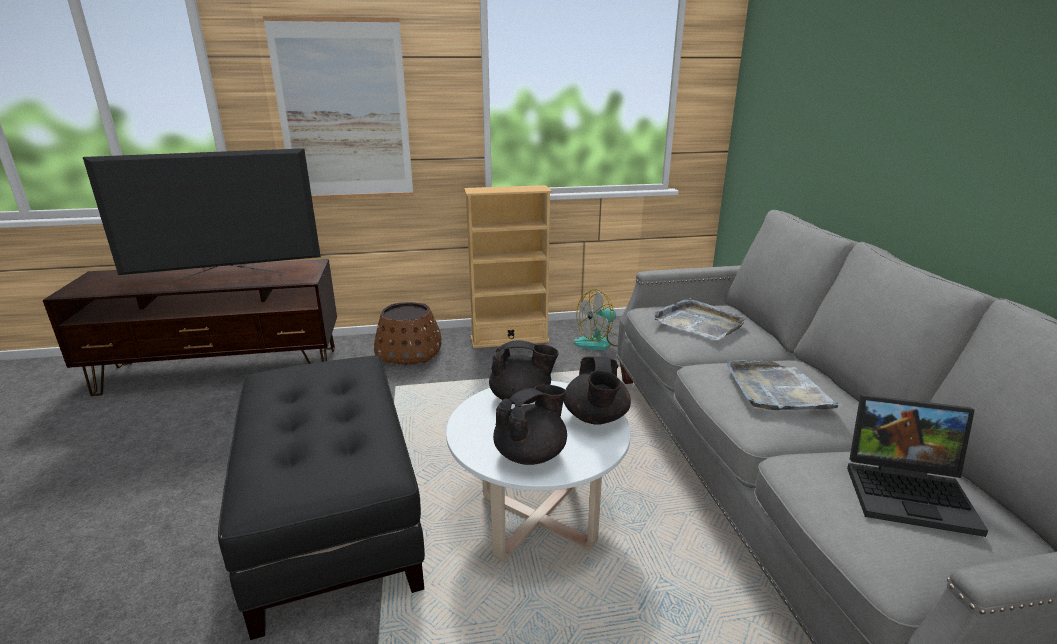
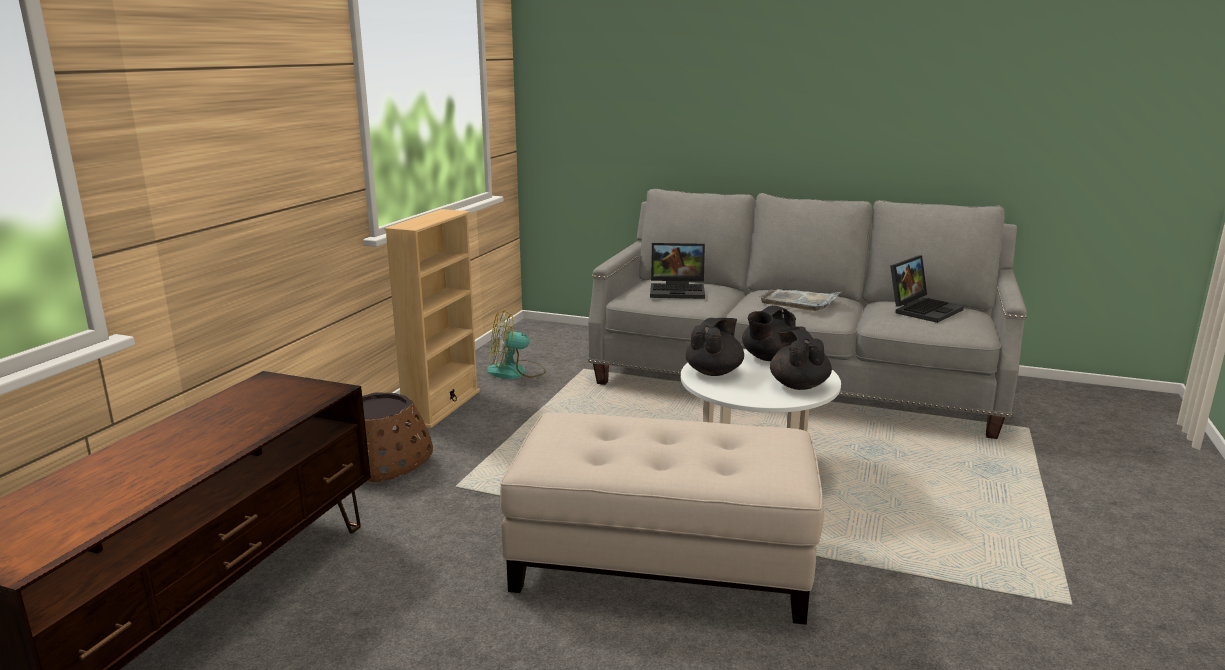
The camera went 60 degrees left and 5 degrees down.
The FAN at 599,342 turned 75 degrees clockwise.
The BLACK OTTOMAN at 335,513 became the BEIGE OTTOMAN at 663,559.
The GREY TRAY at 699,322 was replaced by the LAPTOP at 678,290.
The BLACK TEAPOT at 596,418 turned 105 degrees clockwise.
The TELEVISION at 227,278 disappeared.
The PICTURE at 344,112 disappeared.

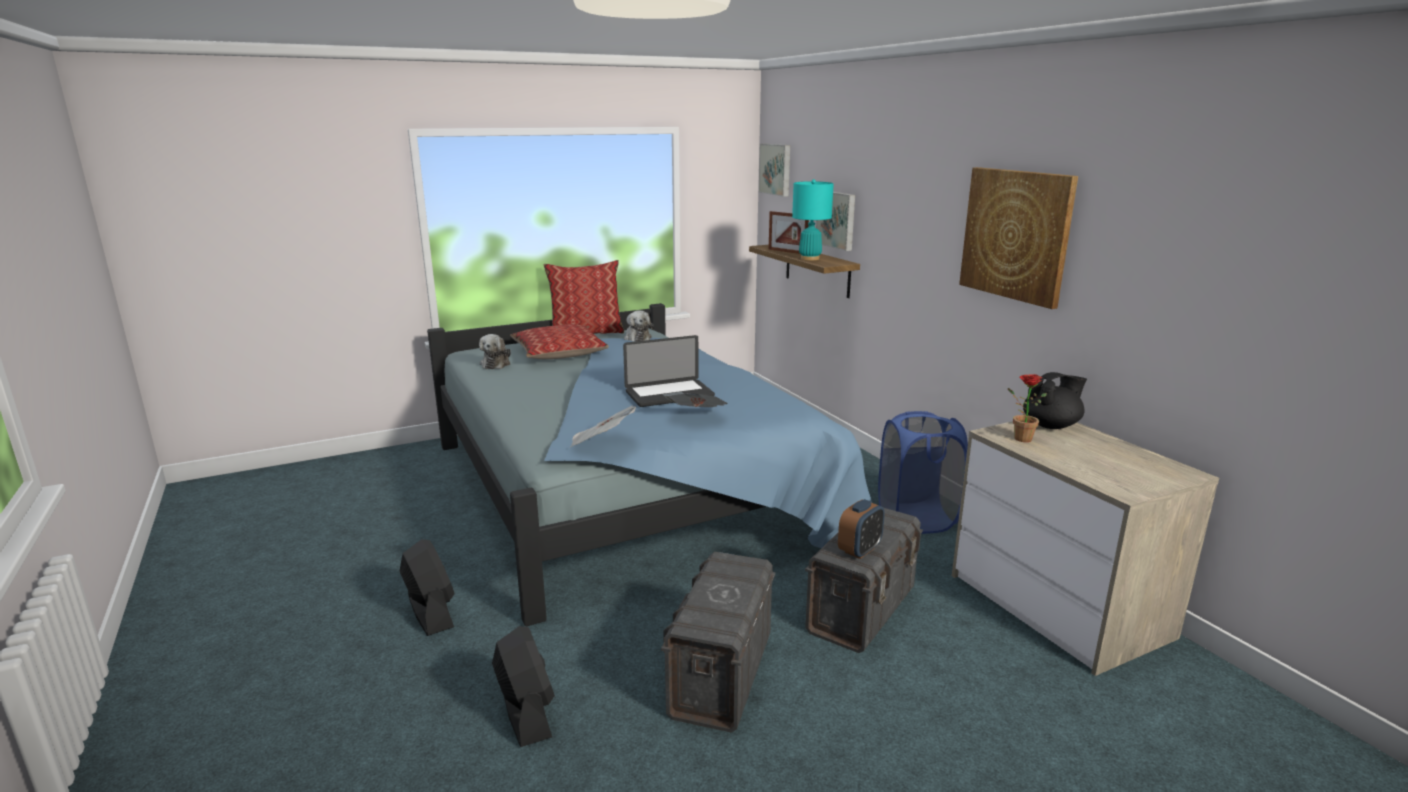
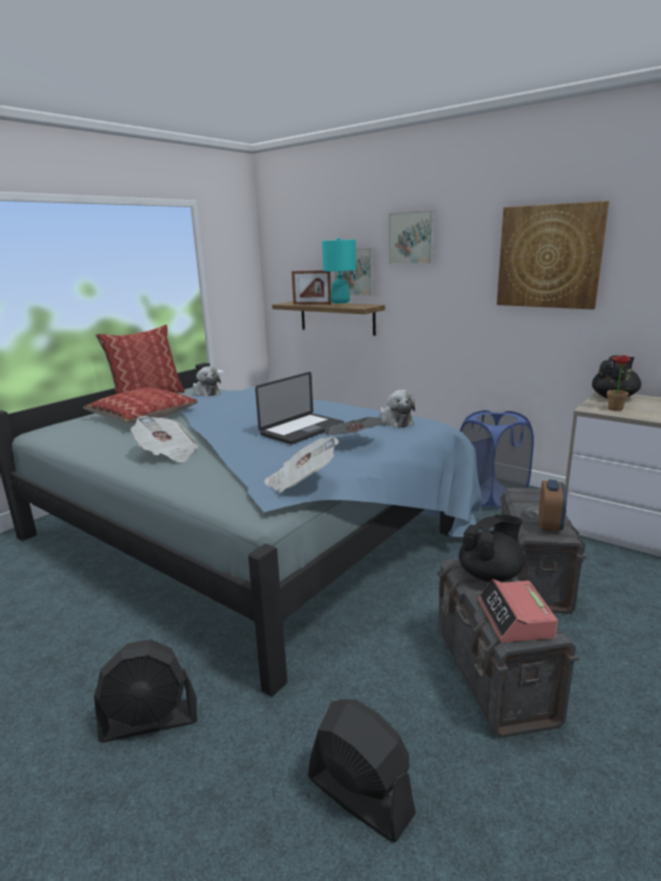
The camera went 25 degrees left and 0 degrees up.
The BLACK FAN at 431,612 turned 135 degrees clockwise.
The NEWSPAPER at 167,454 appeared.
The PLUSH TOY moved from 496,364 to 395,422.
The PICTURE moved from 776,169 to 412,238.
The BLACK TEAPOT at 491,574 appeared.
The ALARM CLOCK at 515,619 appeared.

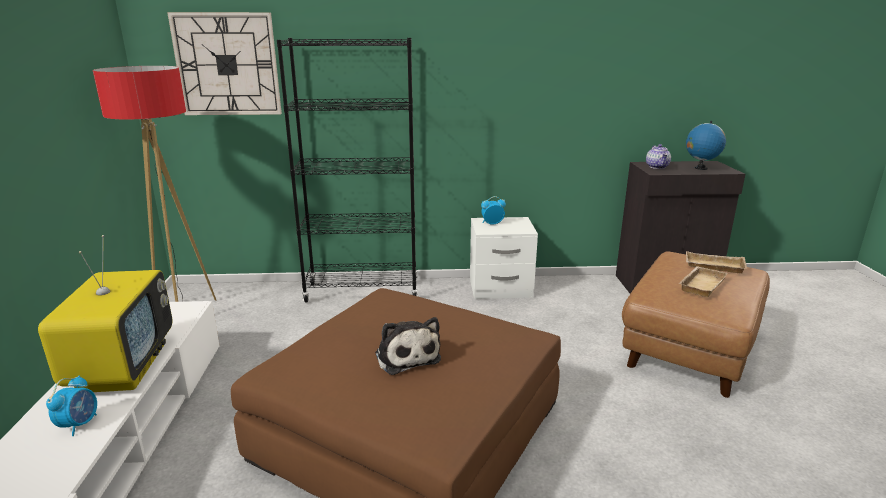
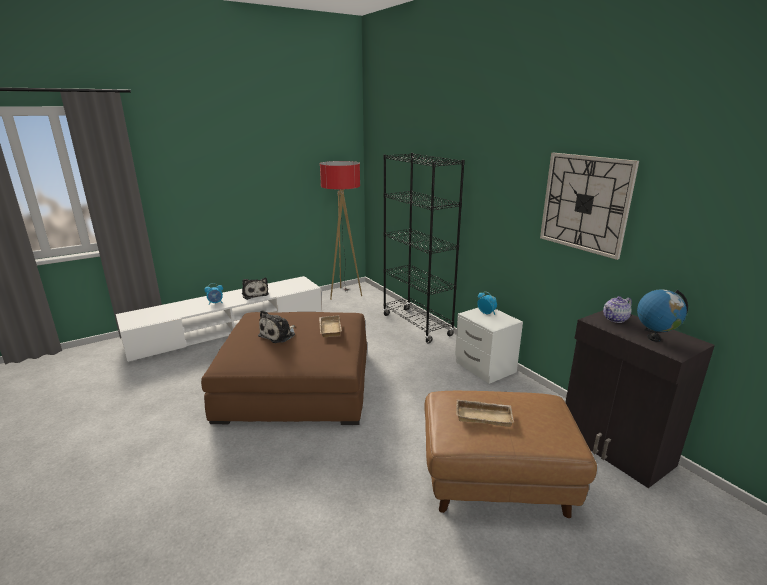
The camera went 60 degrees right and 0 degrees up.
The TELEVISION at 123,367 was replaced by the PLUSH TOY at 255,294.
The BEIGE TRAY moved from 713,266 to 329,328.
The WALL CLOCK moved from 227,64 to 585,203.

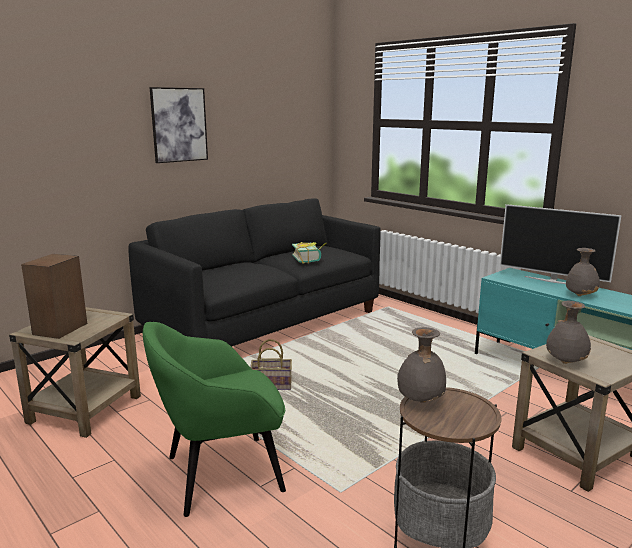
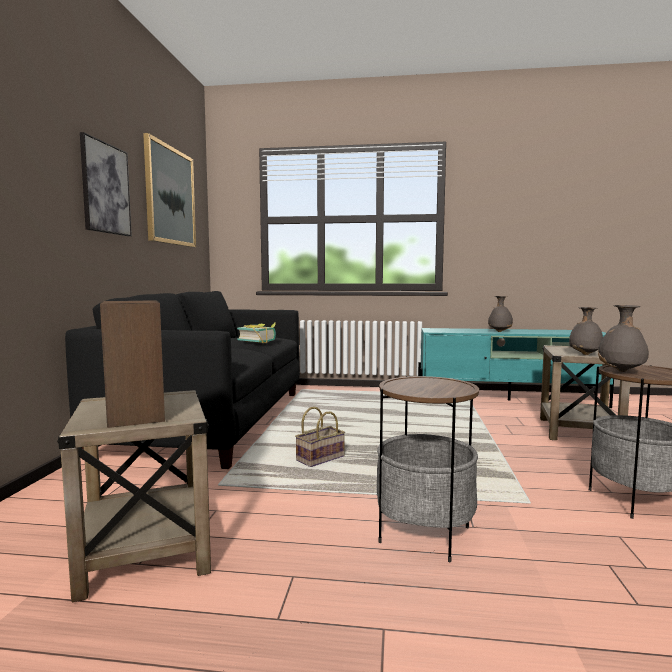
The camera went 40 degrees left and 10 degrees down.
The PICTURE at 170,196 appeared.
The GREEN ARMCHAIR at 220,474 was replaced by the SIDE TABLE at 424,534.
The TELEVISION at 552,281 disappeared.

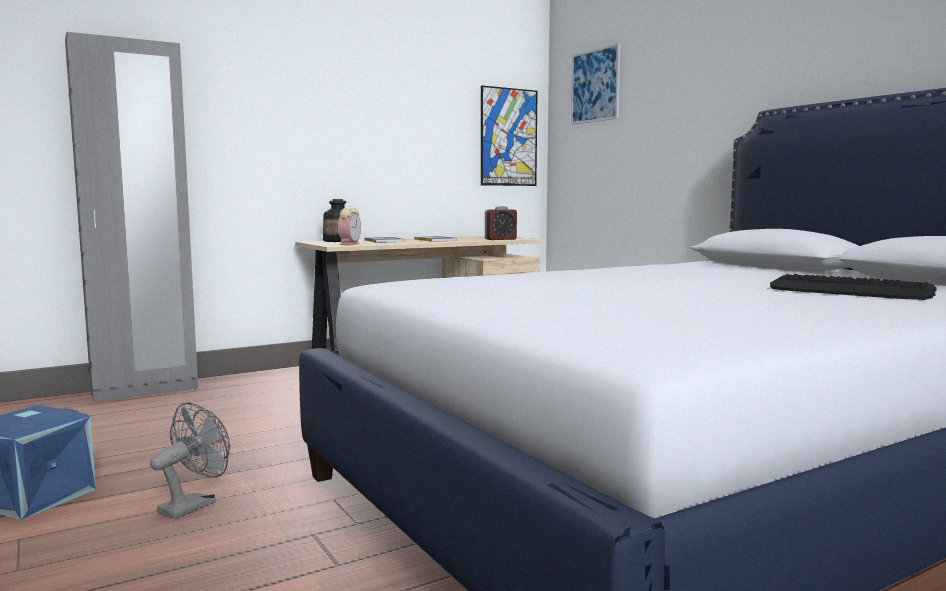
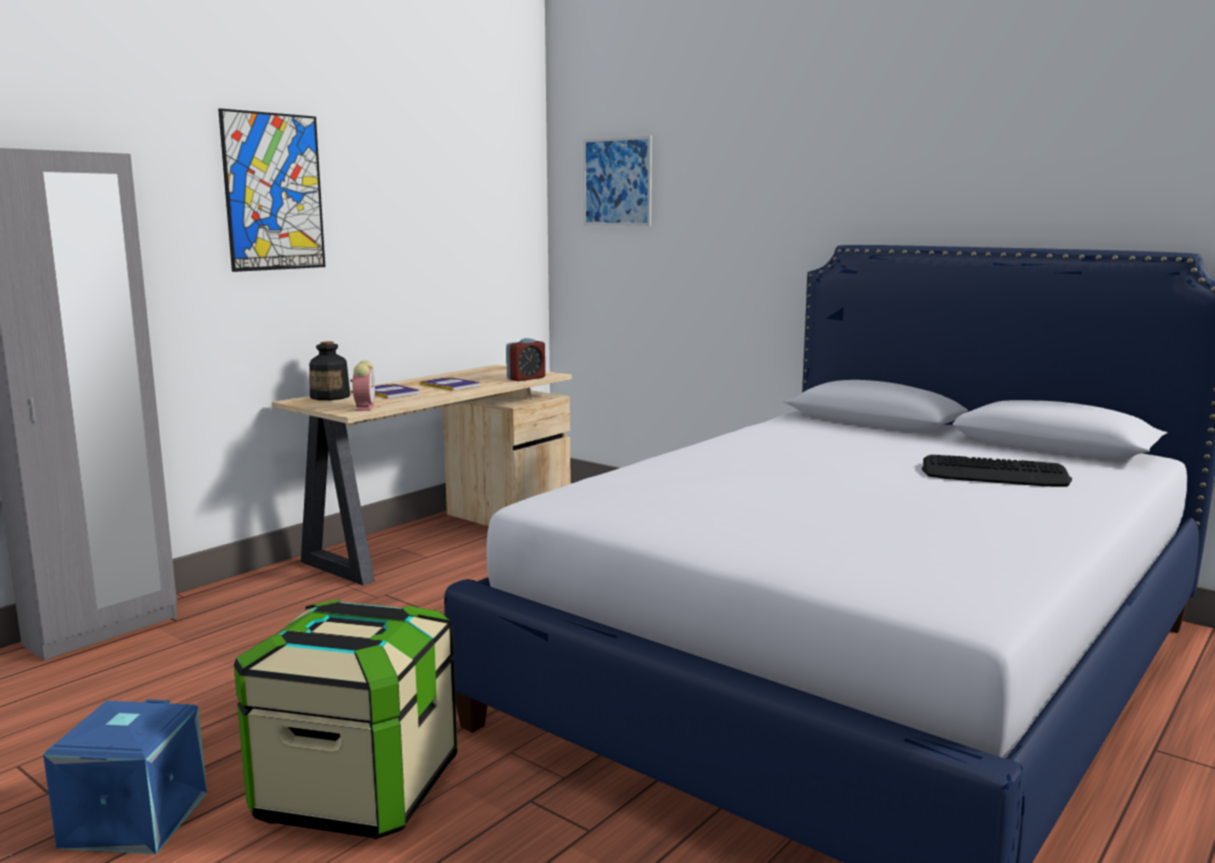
The camera went 20 degrees left and 5 degrees up.
The PICTURE moved from 508,137 to 274,192.
The GREY FAN at 194,505 was replaced by the STORAGE BOX at 357,790.

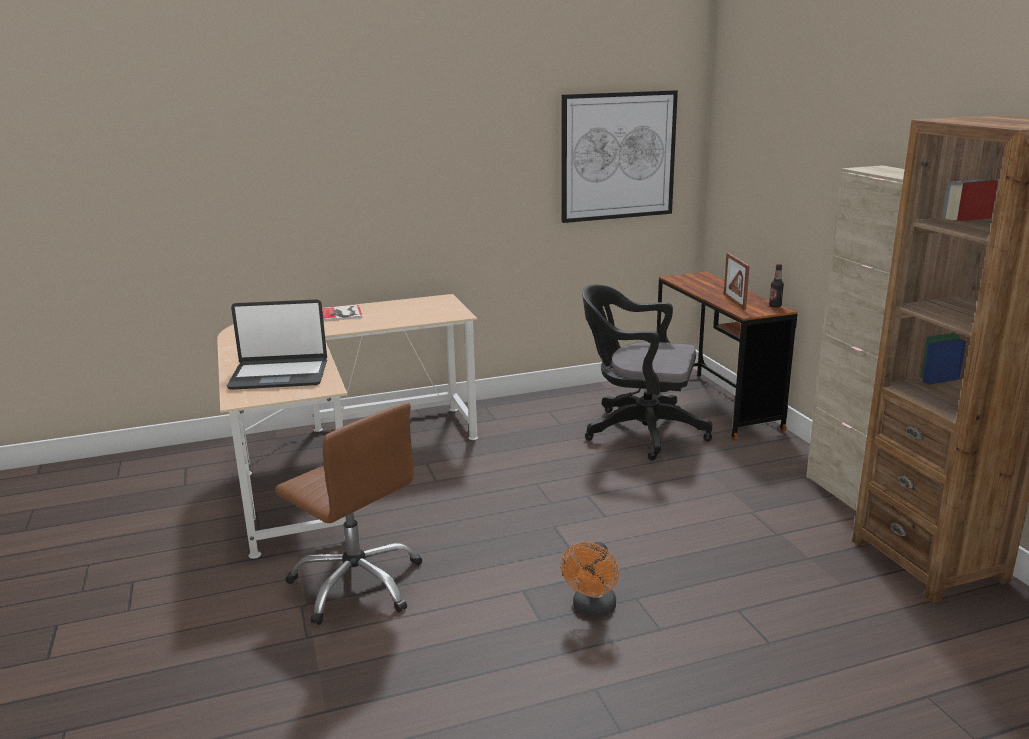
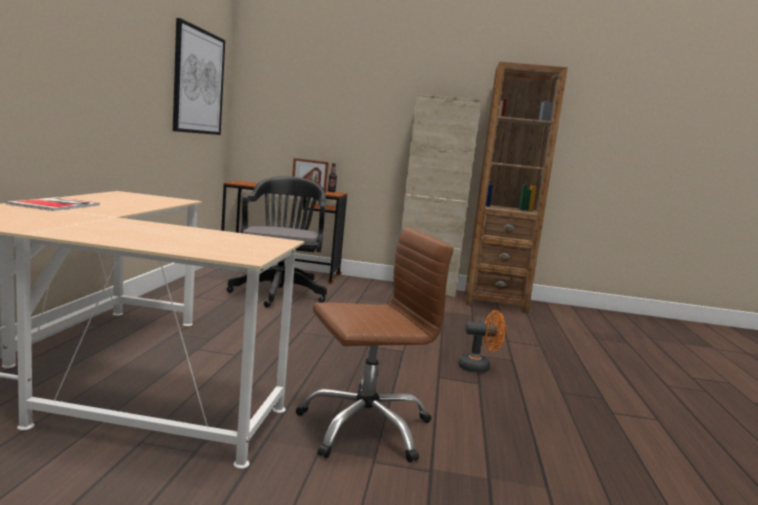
The camera went 65 degrees left and 10 degrees down.
The BLACK OFFICE CHAIR at 639,432 turned 135 degrees clockwise.
The ORANGE FAN at 592,609 turned 45 degrees counterclockwise.
The LAPTOP at 279,375 disappeared.

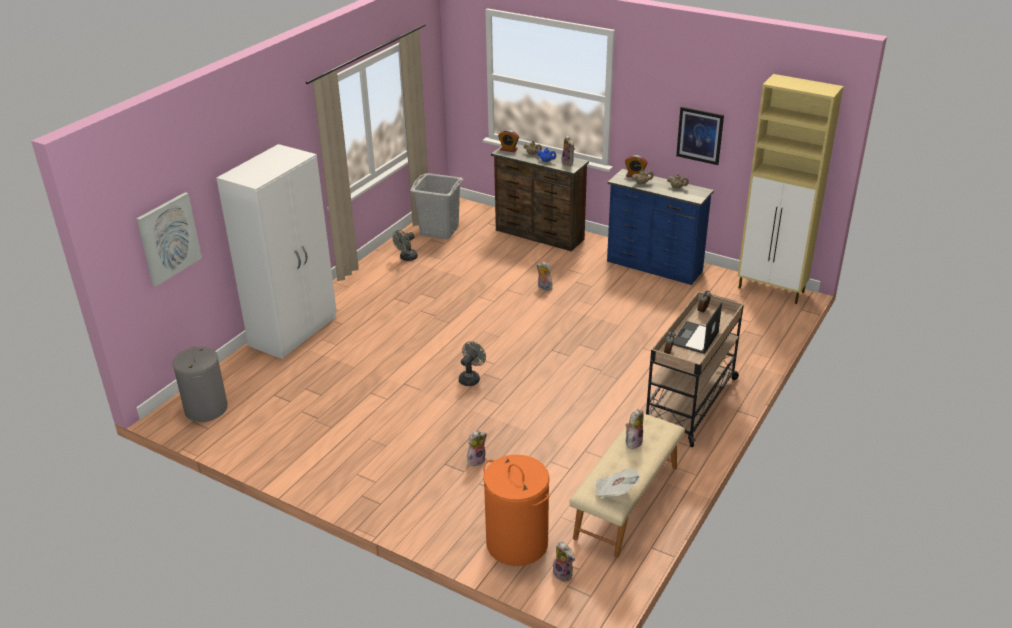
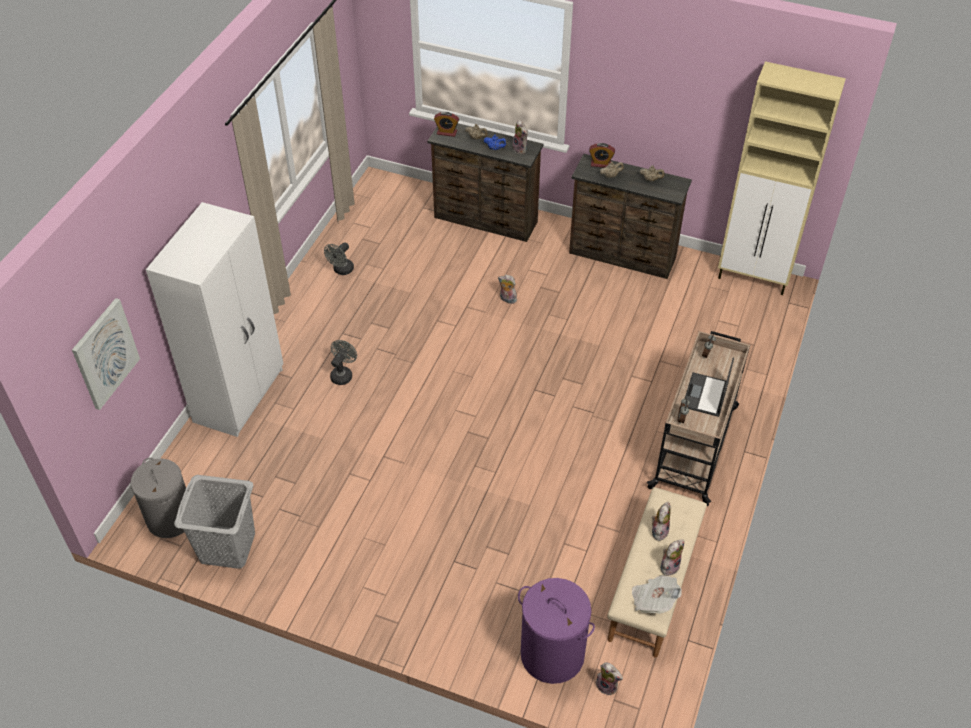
The camera went 10 degrees left and 15 degrees up.
The GREY LAUNDRY BASKET moved from 439,231 to 228,547.
The GREY FAN moved from 471,378 to 343,374.
The ORANGE LAUNDRY BASKET at 516,543 became the PURPLE LAUNDRY BASKET at 552,654.
The BLUE DRESSER at 654,267 became the BROWN DRESSER at 622,256.
The PLUSH TOY moved from 476,460 to 669,566.
The PICTURE at 700,135 disappeared.

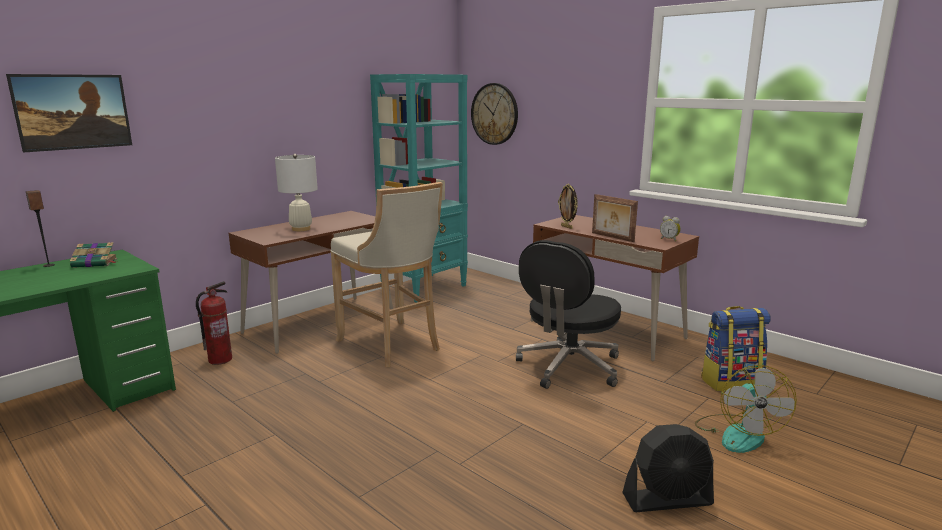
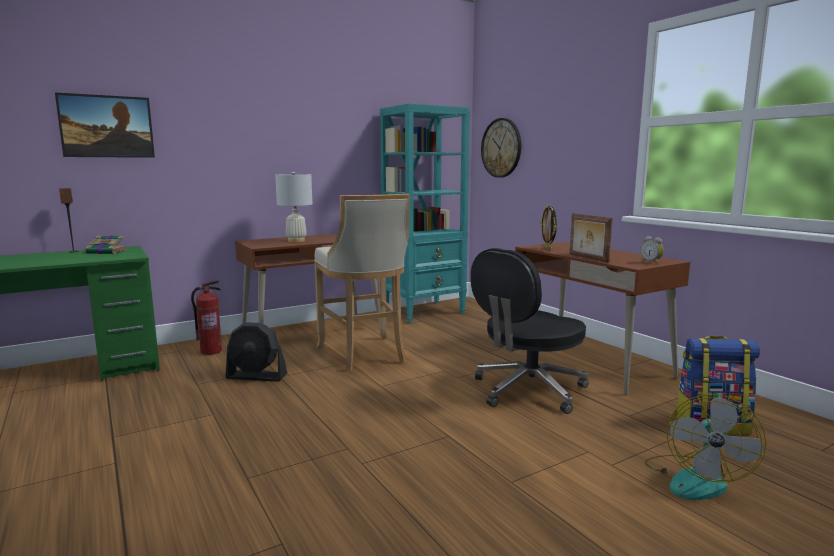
The camera went 15 degrees right and 5 degrees down.
The BLACK FAN moved from 667,500 to 257,376.

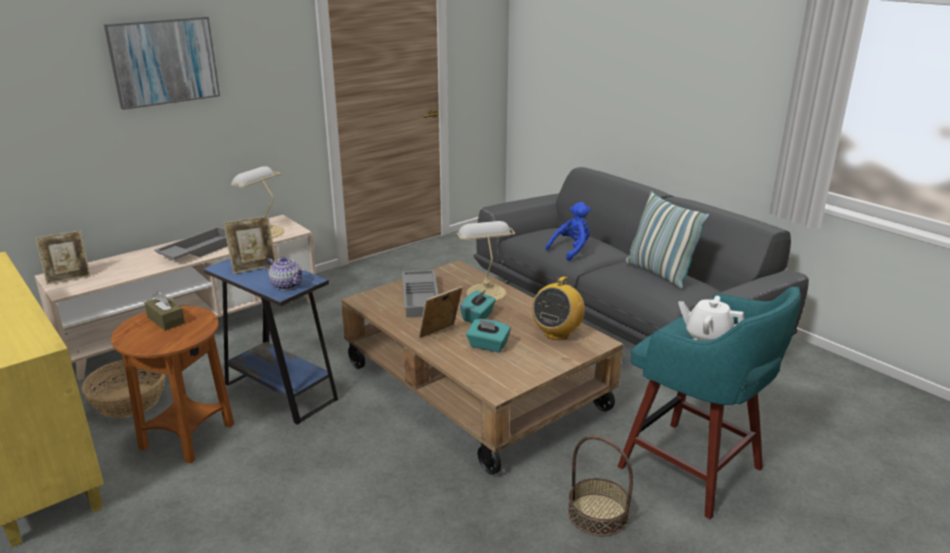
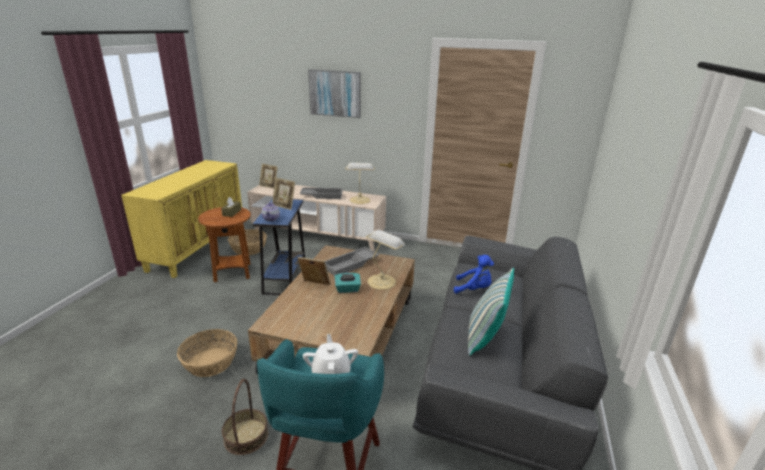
The camera went 55 degrees right and 0 degrees up.
The BASKET at 210,362 appeared.
The TURQUOISE TISSUE BOX at 488,346 disappeared.
The RADIO at 557,333 disappeared.

